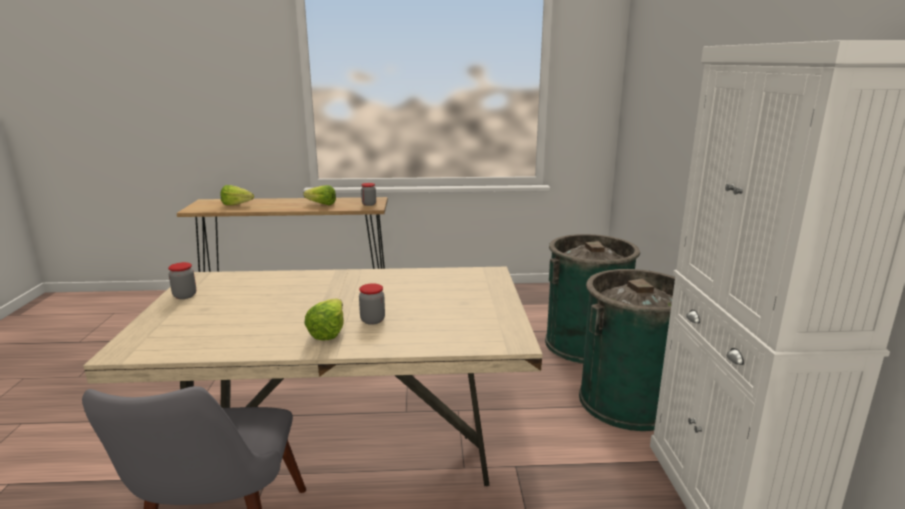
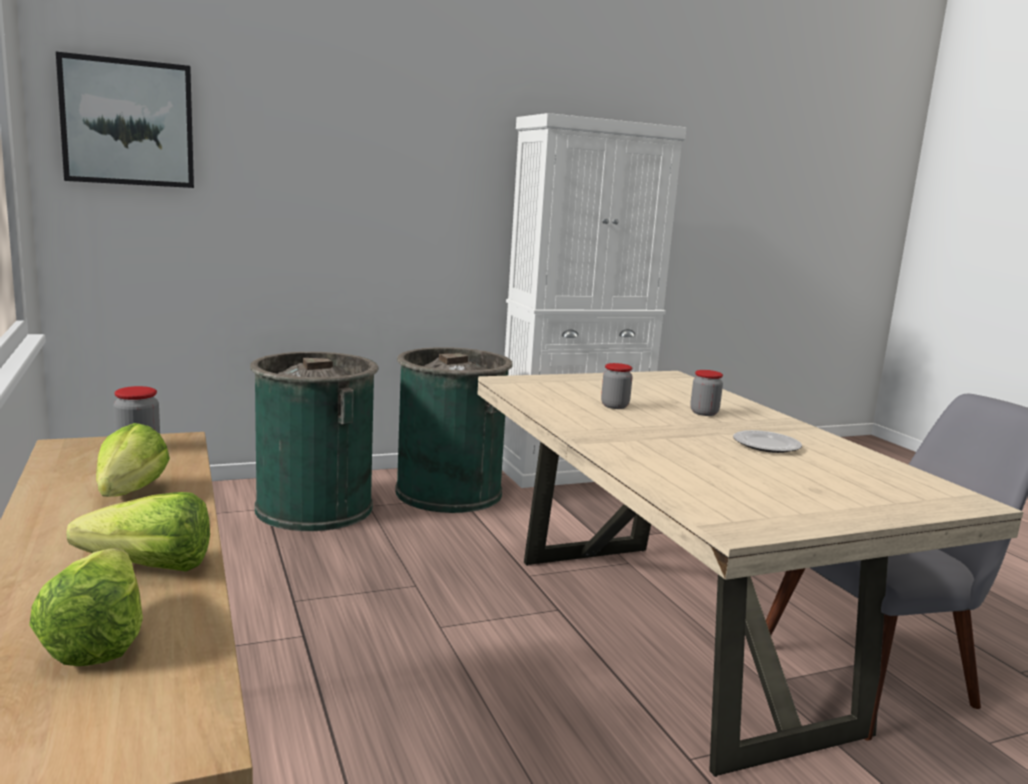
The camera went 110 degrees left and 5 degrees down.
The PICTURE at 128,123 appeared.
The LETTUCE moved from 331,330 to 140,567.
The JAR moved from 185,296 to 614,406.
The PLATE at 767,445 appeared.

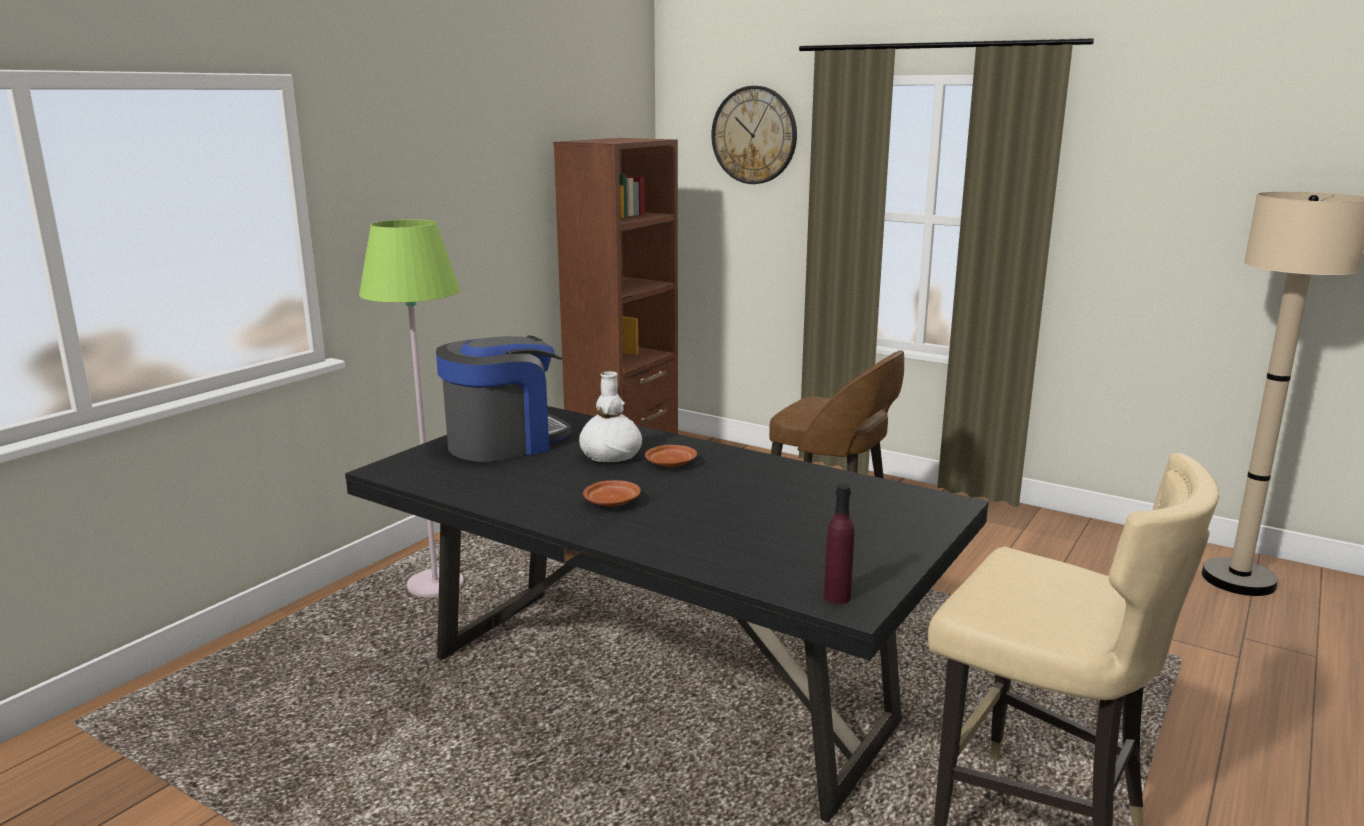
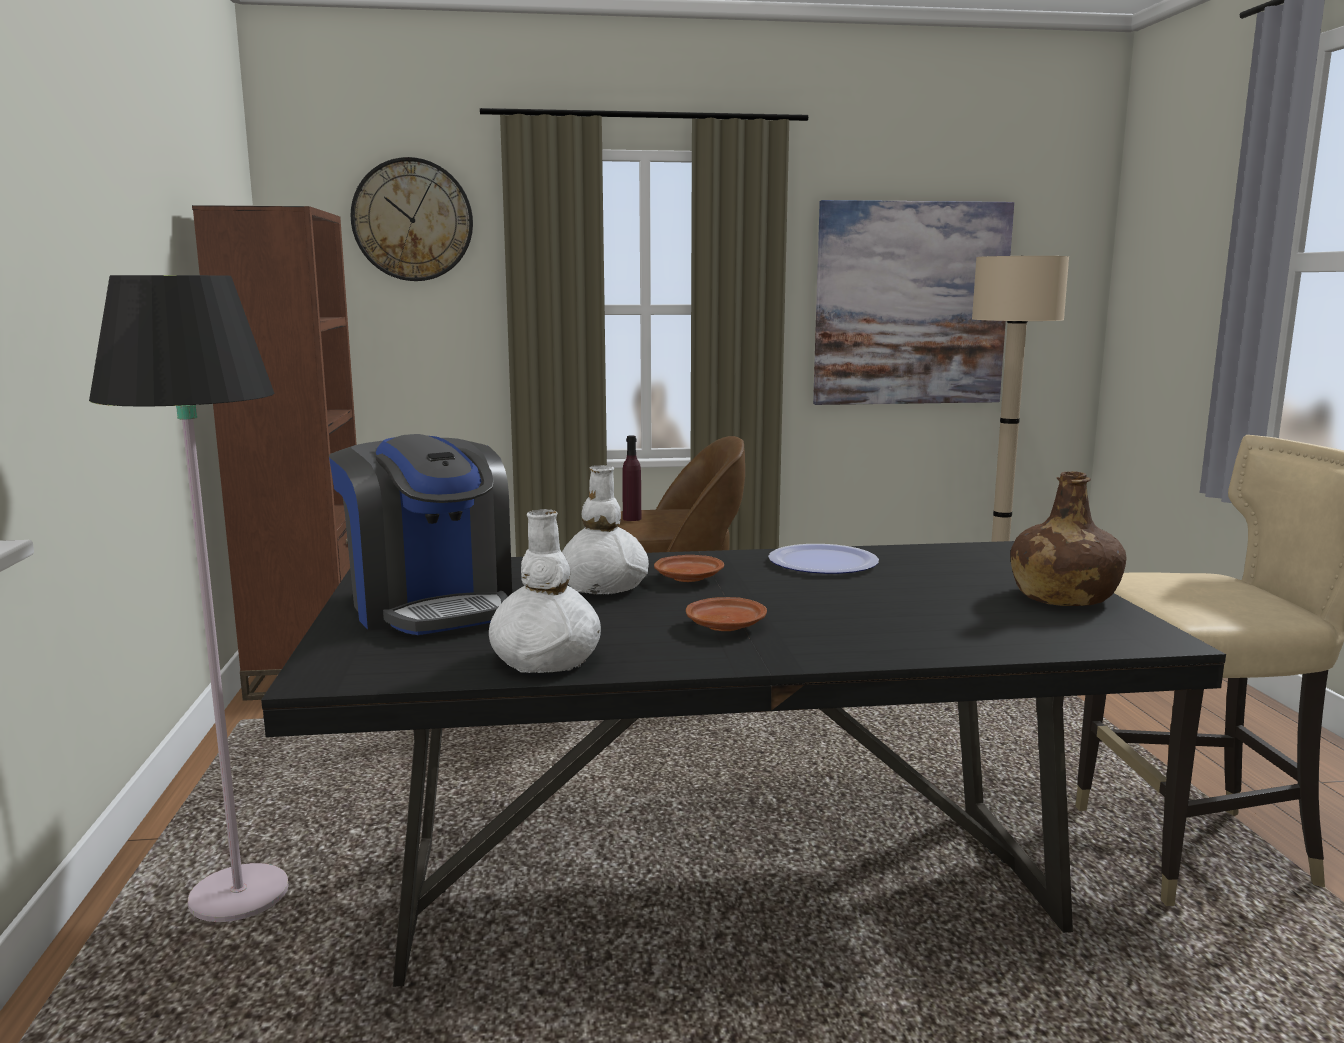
The camera went 40 degrees left and 5 degrees down.
The GREEN FLOOR LAMP at 436,585 became the BLACK FLOOR LAMP at 240,896.
The COFFEE MACHINE at 504,442 turned 135 degrees clockwise.
The WHITE VASE at 546,659 appeared.
The PURPLE BOTTLE moved from 837,597 to 632,519.
The PLATE at 823,562 appeared.
The PICTURE at 911,304 appeared.
The BROWN BOTTLE at 1062,597 appeared.

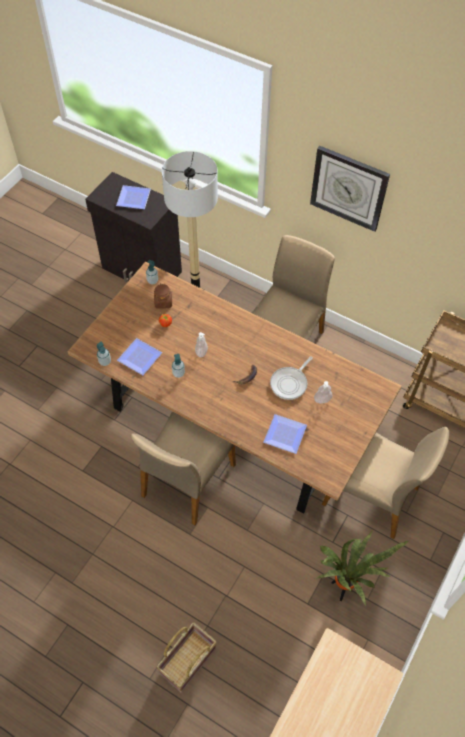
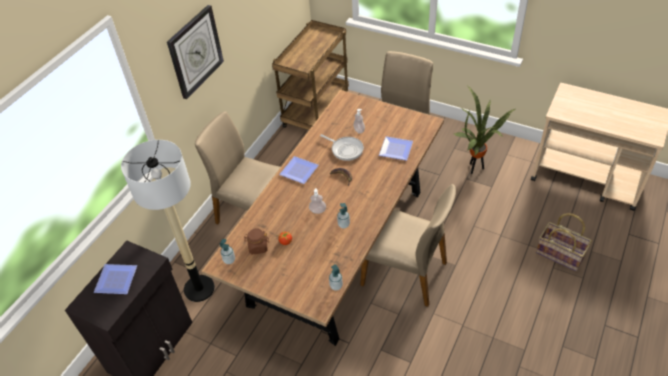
The camera went 90 degrees left and 10 degrees down.
The PLATE moved from 140,359 to 300,171.

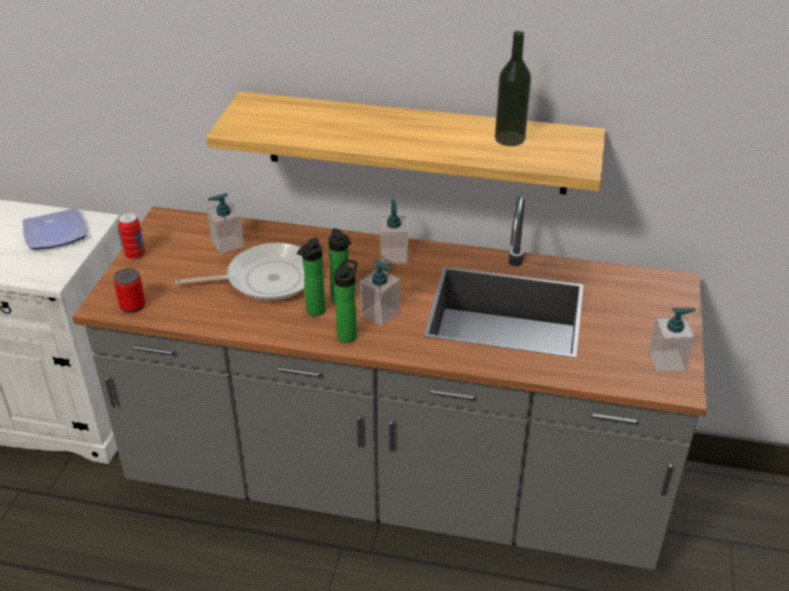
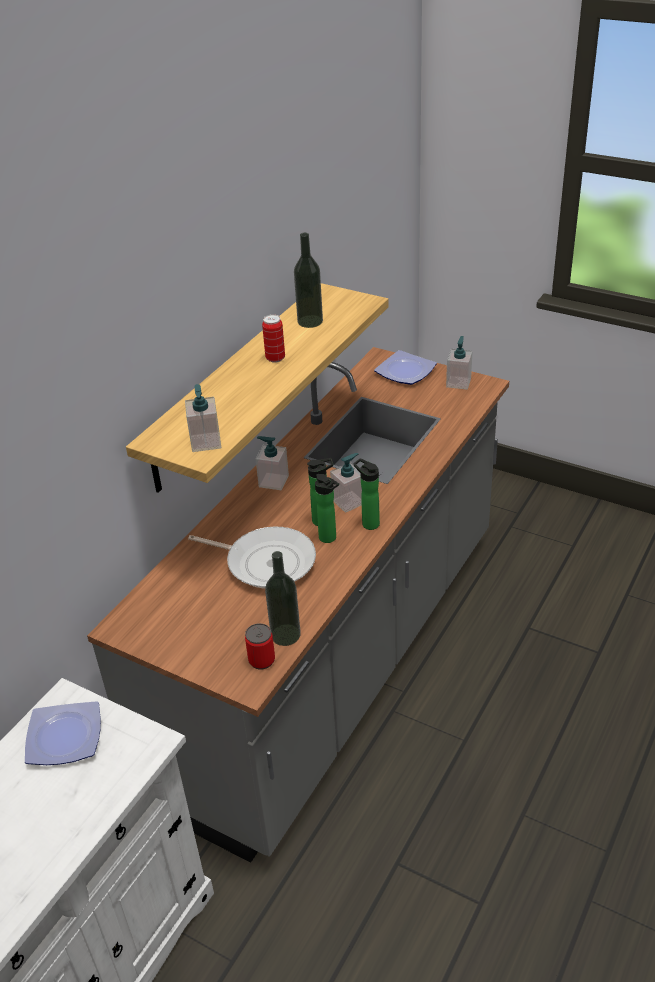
The camera went 70 degrees left and 0 degrees up.
The SOAP DISPENSER moved from 227,244 to 206,442.
The FRYING PAN at 266,279 turned 105 degrees clockwise.
The CAN moved from 135,255 to 275,358.
The BOTTLE at 285,635 appeared.
The PLATE at 404,372 appeared.

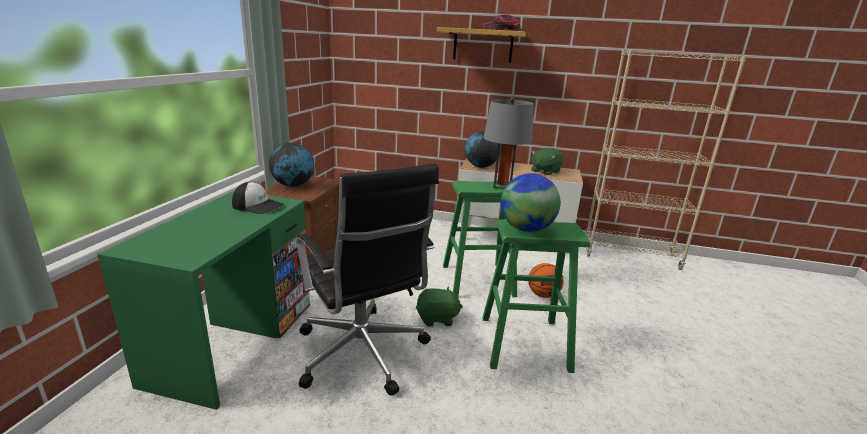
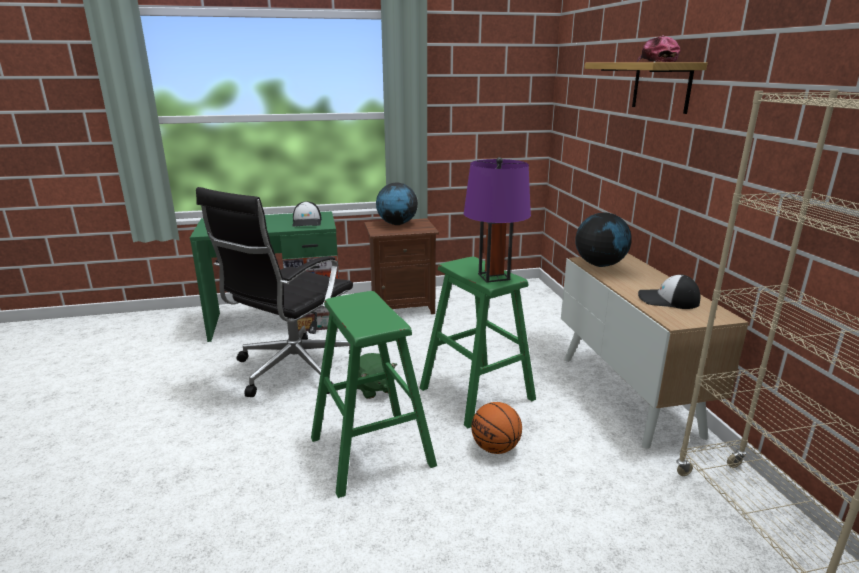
The camera went 65 degrees right and 0 degrees up.
The GREY TABLE LAMP at 502,186 became the PURPLE TABLE LAMP at 493,277.
The GREEN PLUSH TOY at 545,171 was replaced by the CAP at 667,300.
The GLOBE at 526,229 disappeared.

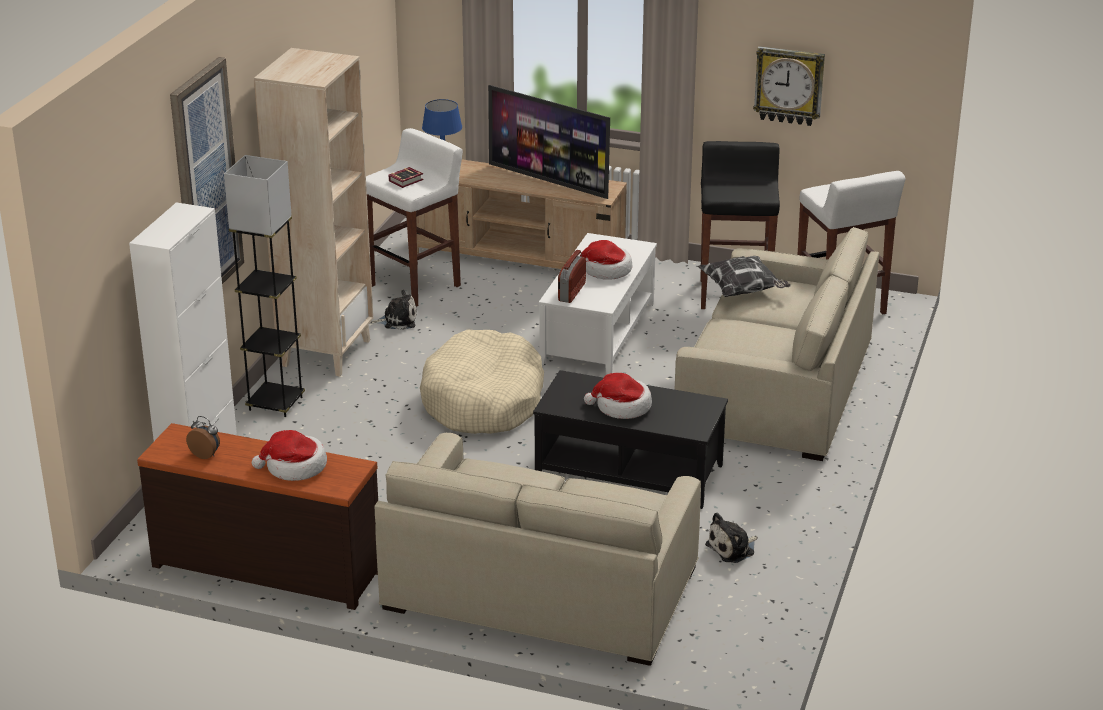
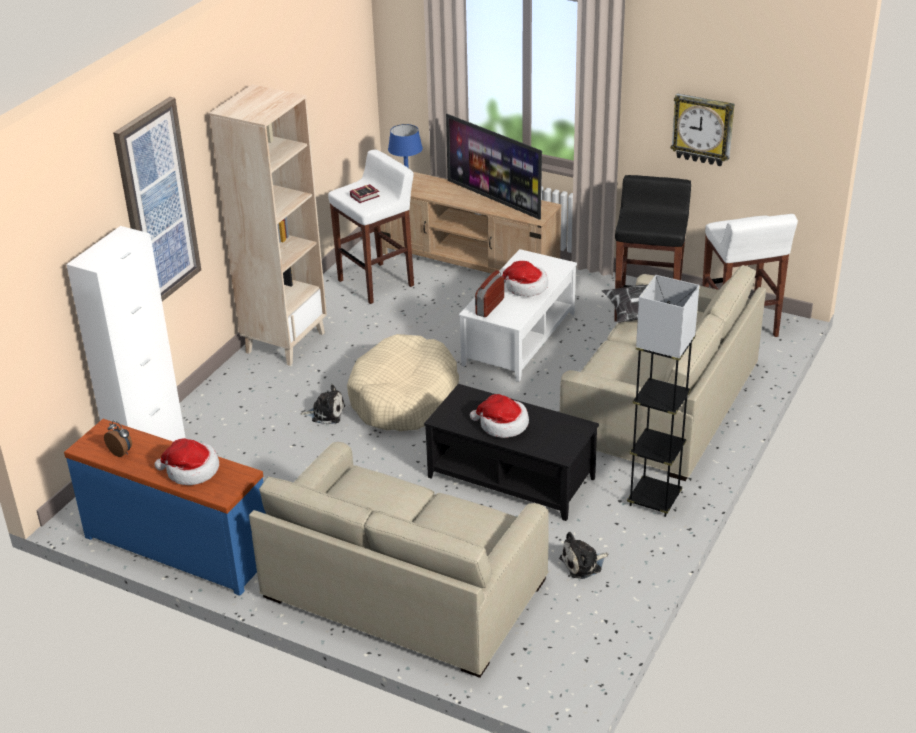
The camera went 10 degrees right and 5 degrees up.
The BROWN DRESSER at 268,566 became the BLUE DRESSER at 179,546.
The PLUSH TOY moved from 397,320 to 326,413.
The GREY FLOOR LAMP moved from 276,404 to 654,500.

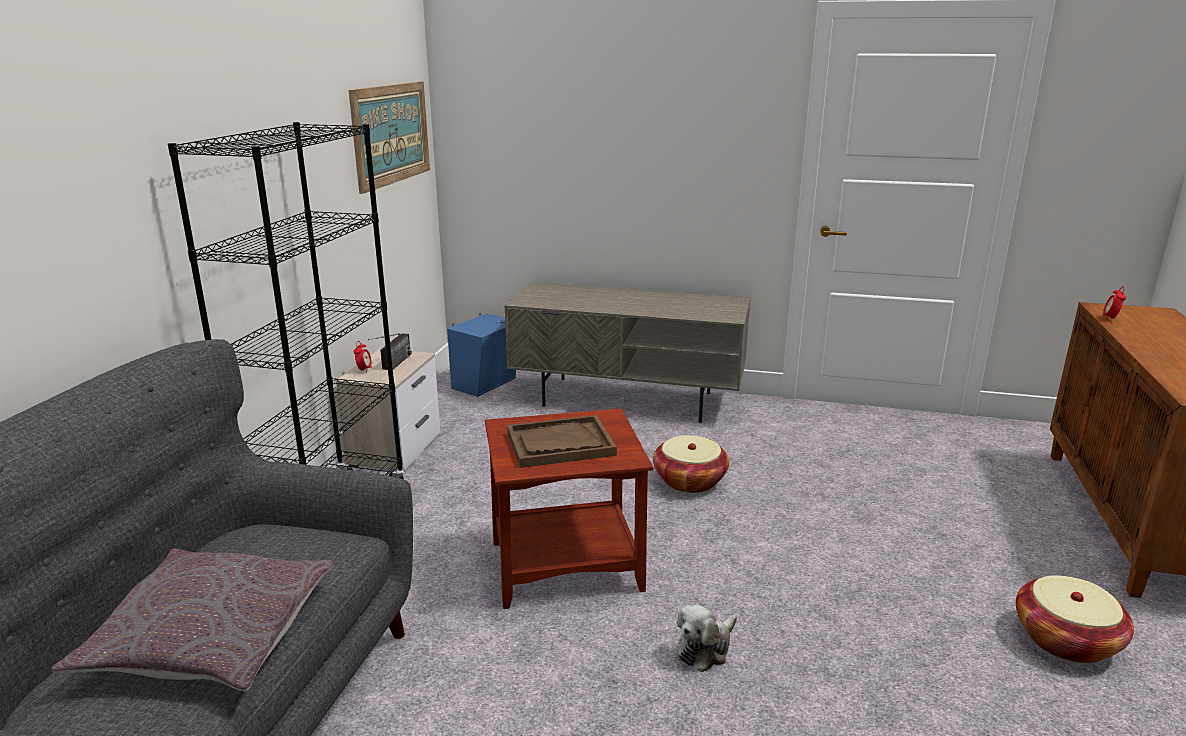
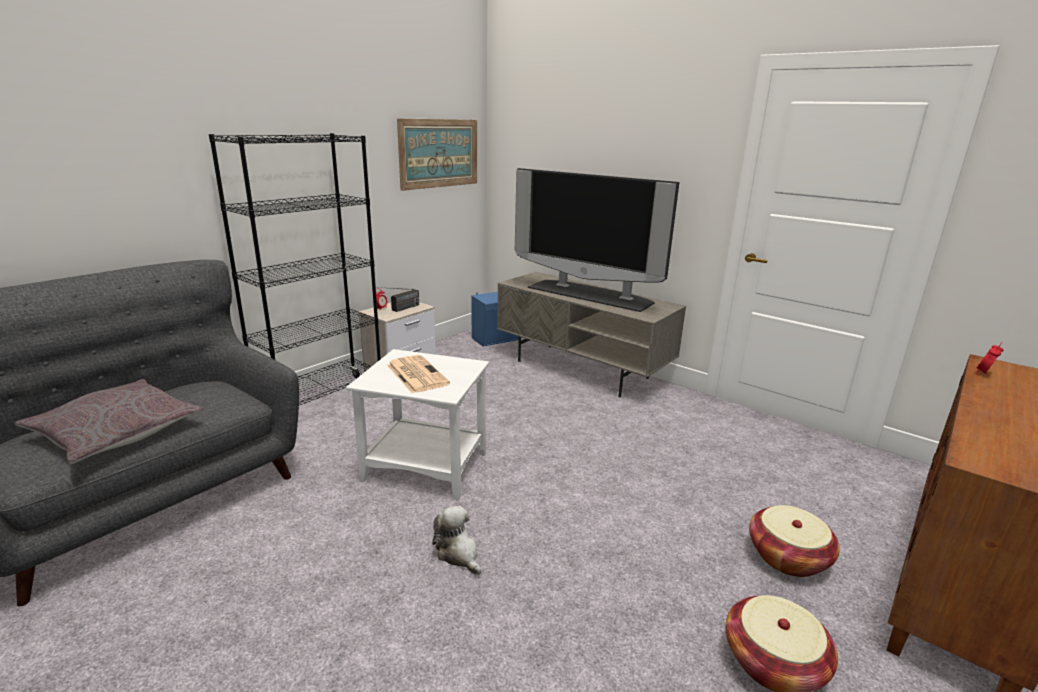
The camera went 25 degrees right and 0 degrees up.
The BROWN SIDE TABLE at 565,564 became the WHITE SIDE TABLE at 426,466.
The BROWN TRAY at 560,444 was replaced by the NEWSPAPER at 416,374.
The PLUSH TOY at 706,648 turned 75 degrees clockwise.
The TELEVISION at 590,294 appeared.
The BASKET moved from 689,481 to 787,557.

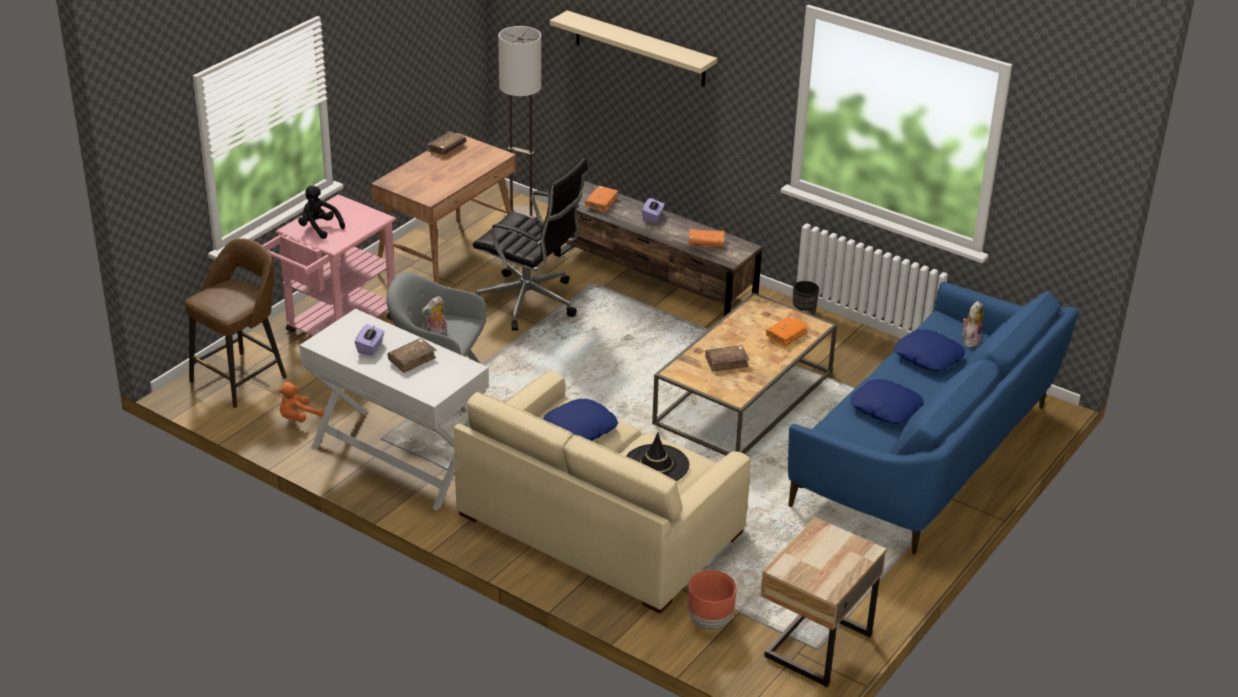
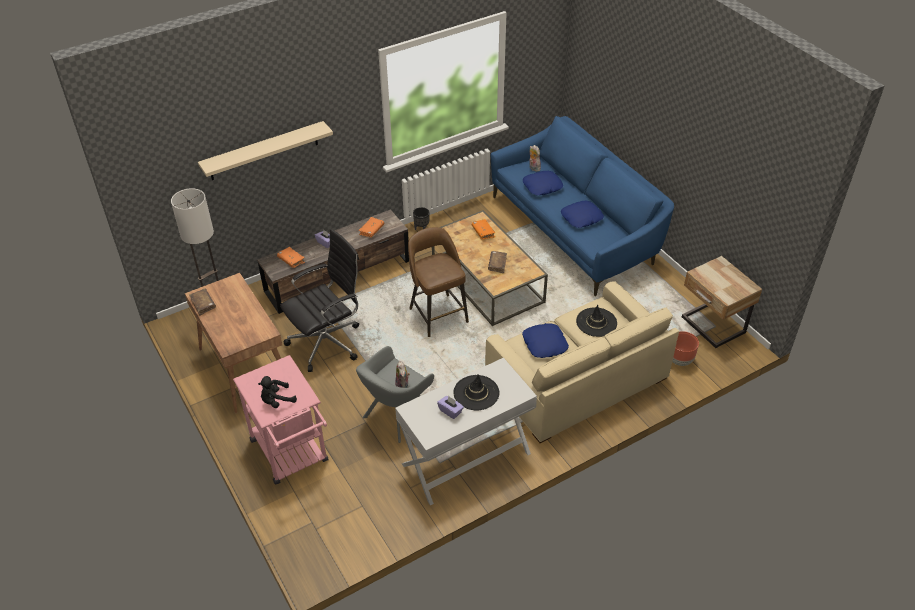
The camera went 65 degrees left and 10 degrees up.
The BROWN STOOL moved from 241,378 to 437,314.
The BROWN BOOK at 412,359 was replaced by the BLACK HAT at 476,393.
The ORANGE PLUSH TOY at 298,418 disappeared.

